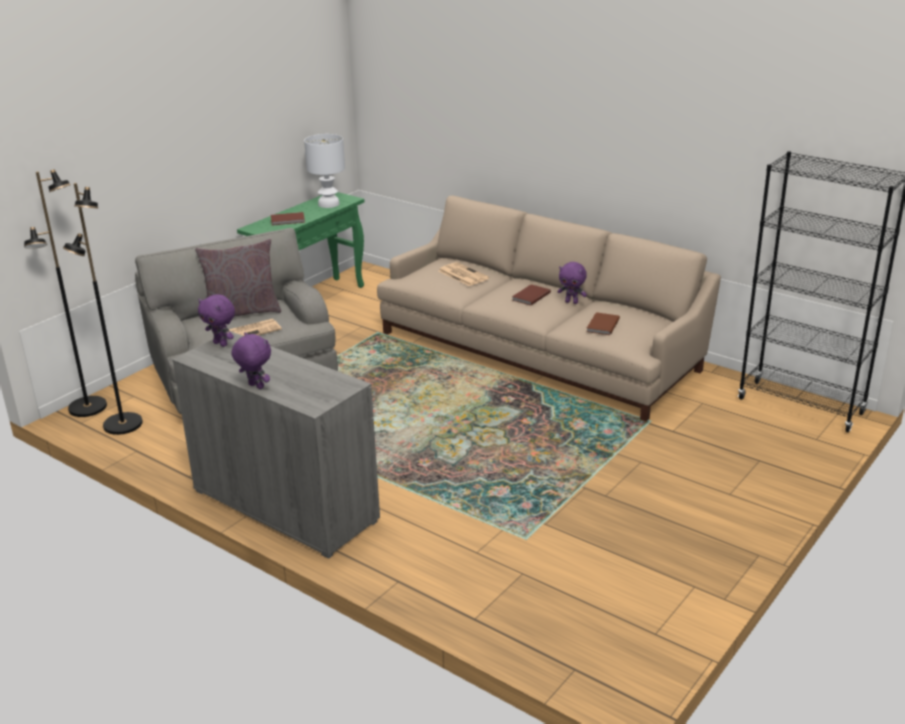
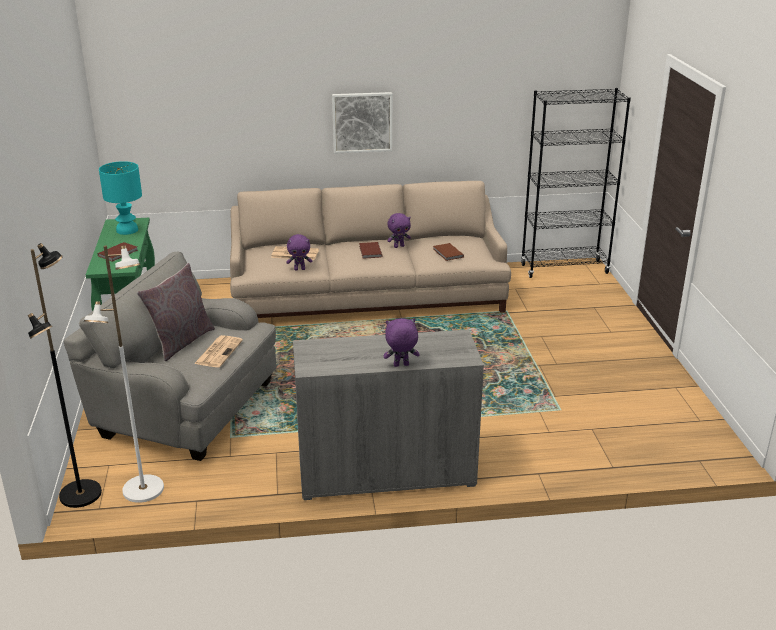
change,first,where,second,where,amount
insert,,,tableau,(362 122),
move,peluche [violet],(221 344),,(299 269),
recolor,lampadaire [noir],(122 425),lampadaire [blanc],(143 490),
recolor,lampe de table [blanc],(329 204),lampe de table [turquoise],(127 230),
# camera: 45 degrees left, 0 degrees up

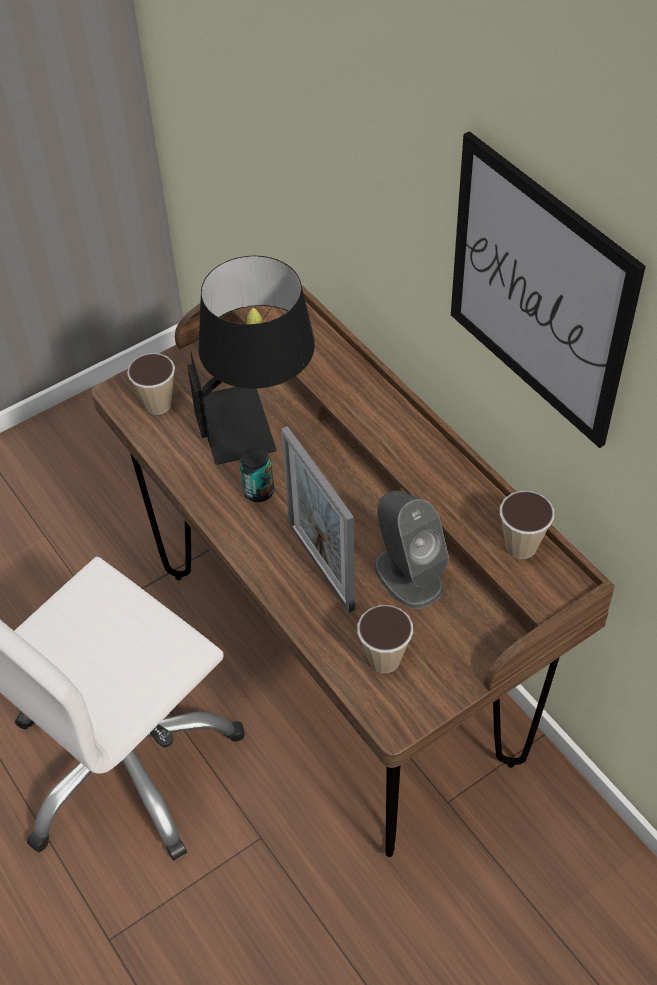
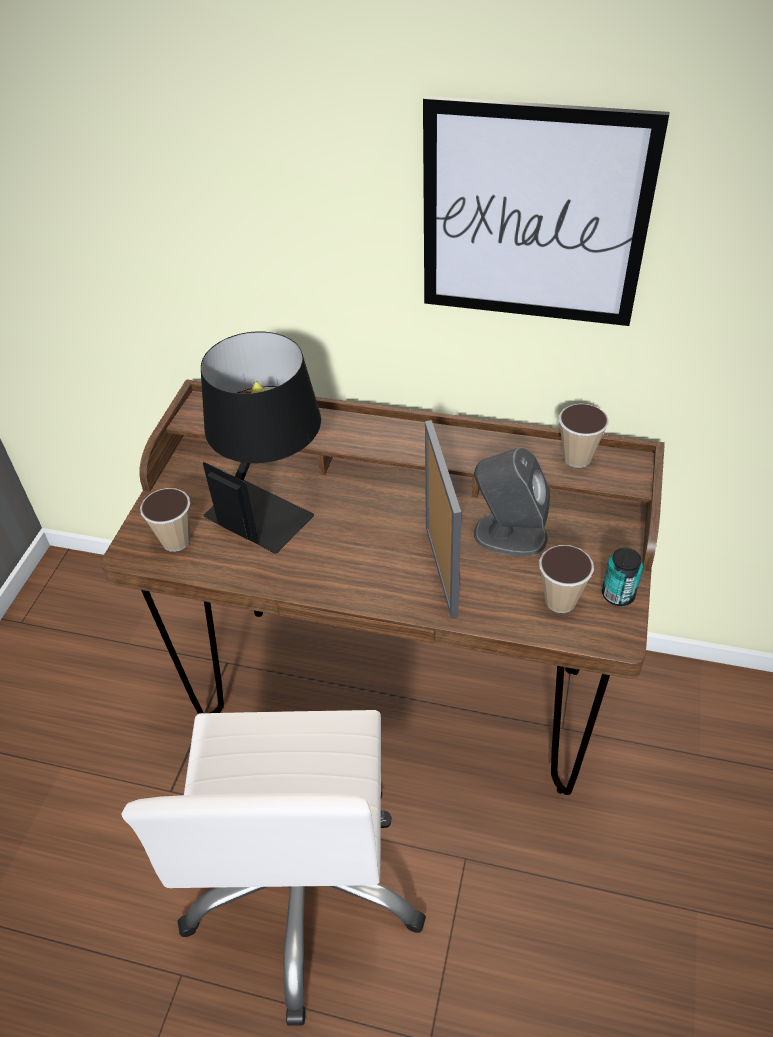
change,first,where,second,where,amount
move,boîte métallique,(258 491),,(618 595),
rotate,cadre photo,(321 566),,(441 570),120 degrees counterclockwise
# camera: 40 degrees left, 5 degrees down

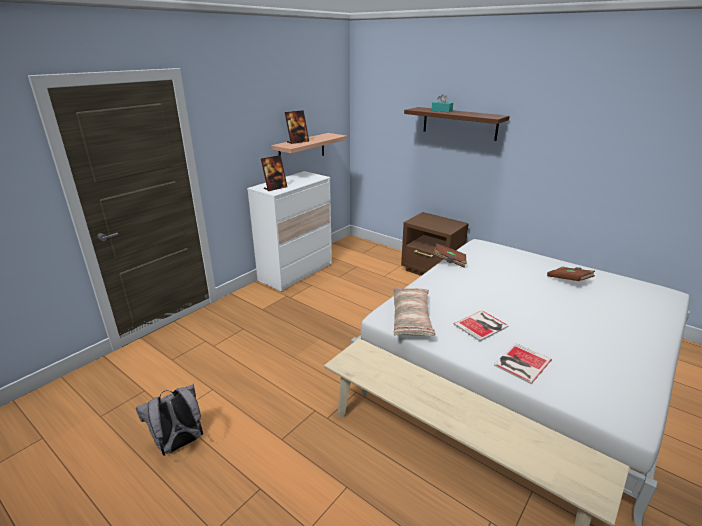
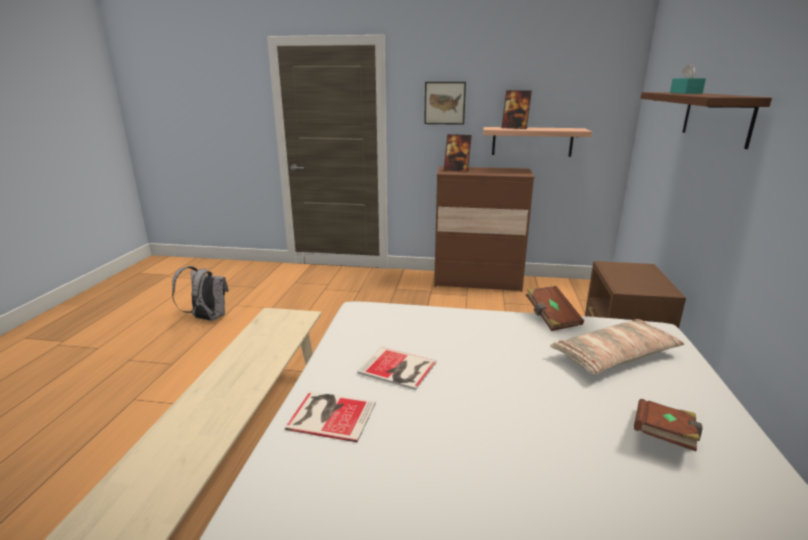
change,first,where,second,where,amount
insert,,,tableau,(444 103),
move,coussin,(411 318),,(616 357),
recolor,commode [blanc],(296 272),commode [marron],(477 281),
# camera: 60 degrees right, 5 degrees down

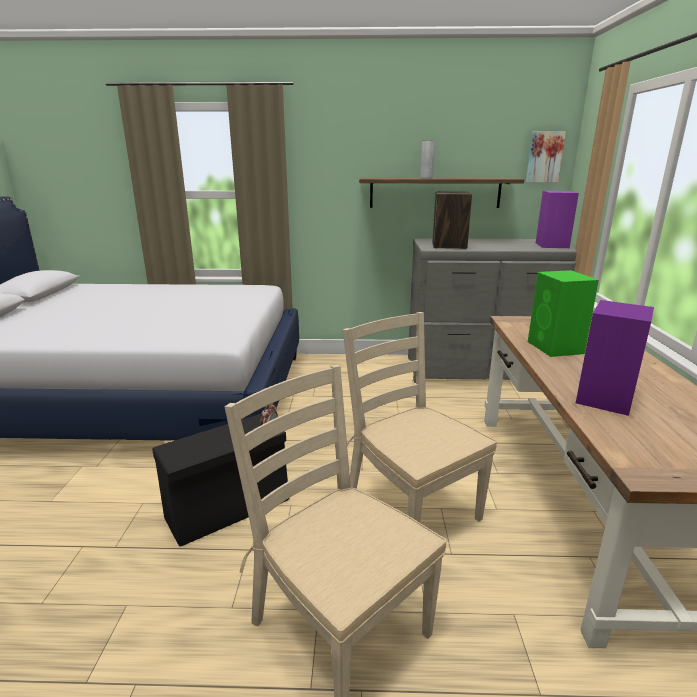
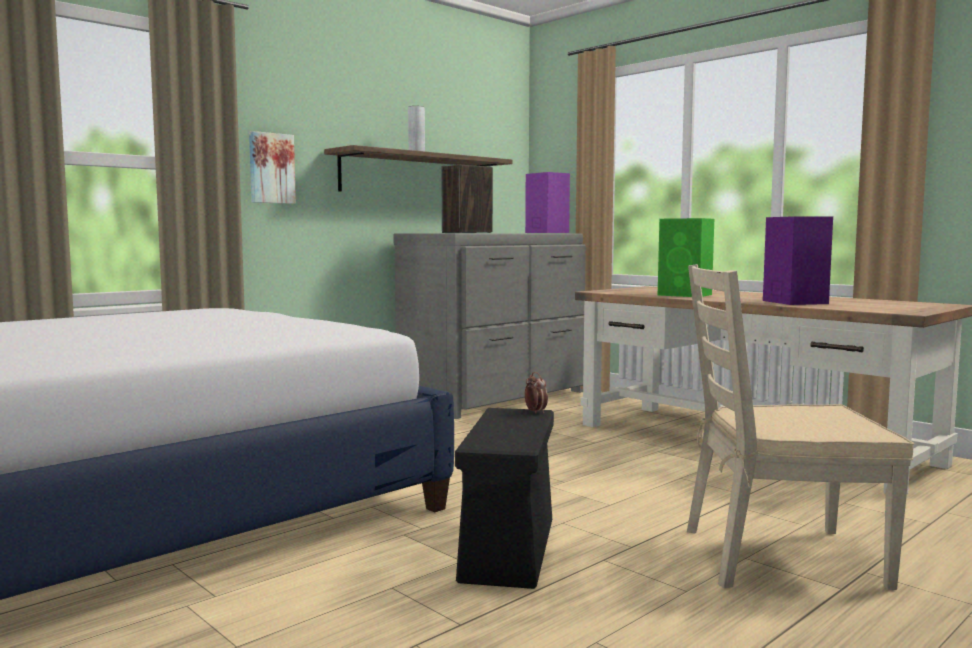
change,first,where,second,where,amount
delete,chaise [beige],(411 508),,,
move,tableau,(544 157),,(271 168),
# camera: 45 degrees left, 15 degrees down

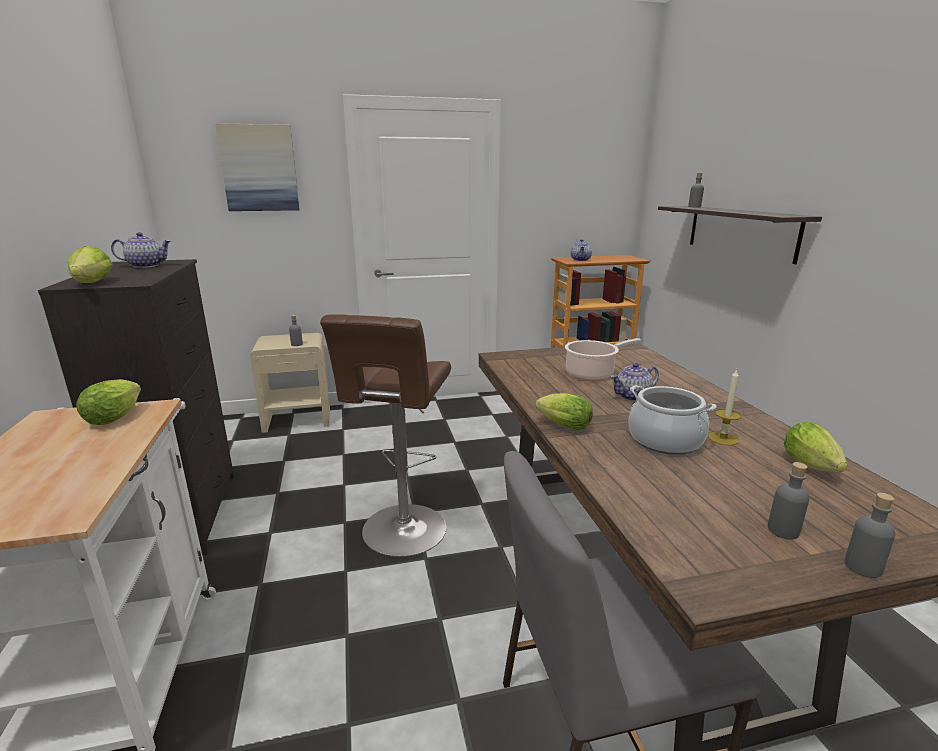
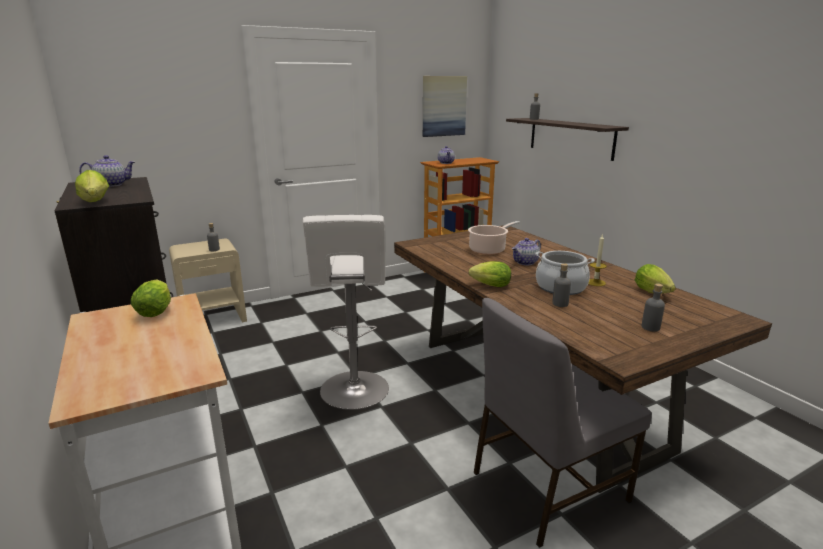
change,first,where,second,where,amount
move,tableau,(259 168),,(443 106),
move,bouteille [gris],(862 567),,(560 304),
recolor,tabouret [marron],(402 533),tabouret [blanc],(354 392),
# camera: 15 degrees left, 0 degrees up

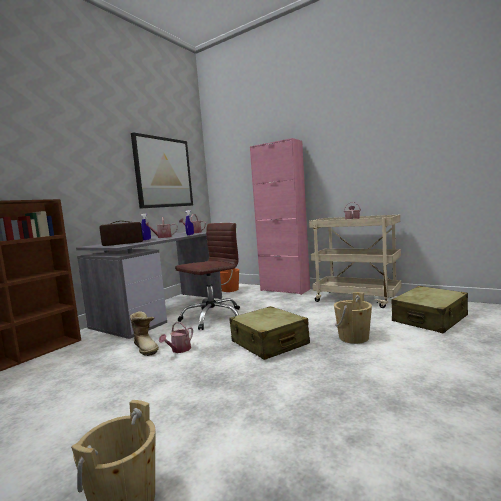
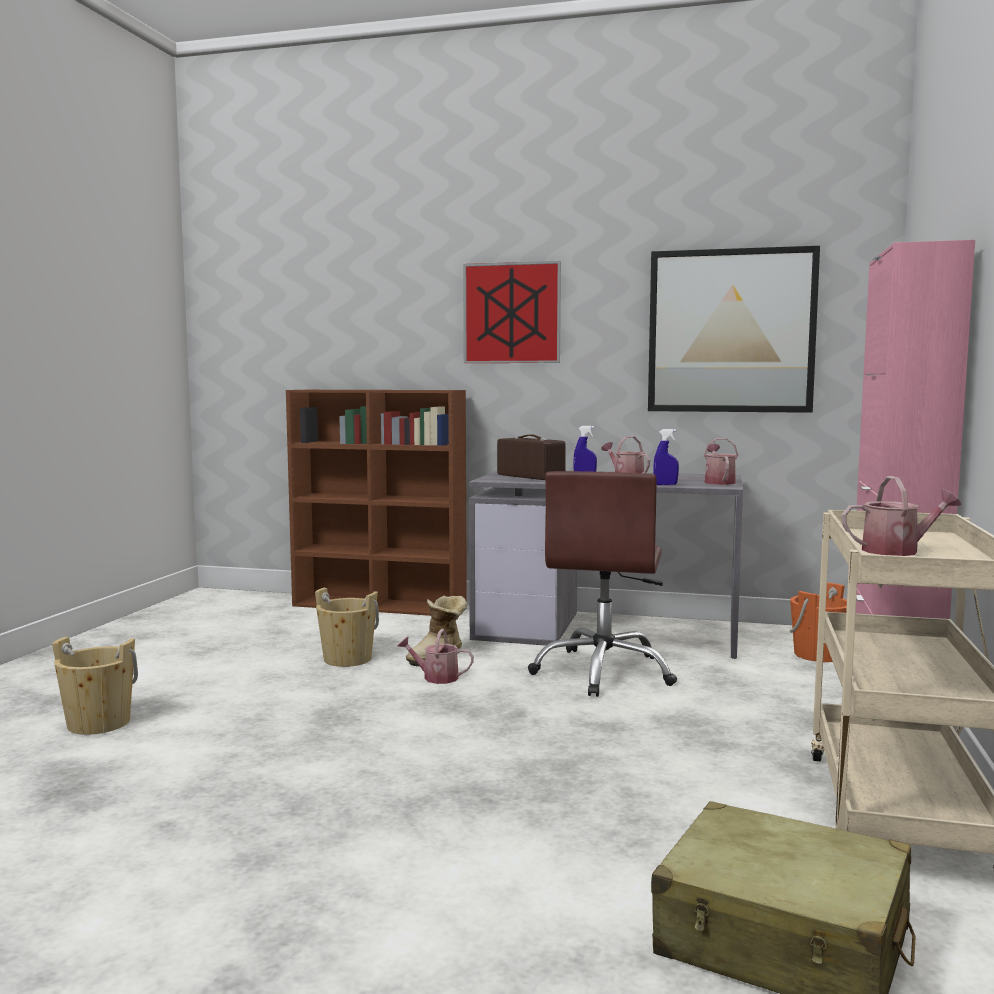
change,first,where,second,where,amount
delete,valise [beige],(269 343),,,
insert,,,tableau,(512 313),
move,seau [beige],(353 337),,(347 659),
rotate,chaise de bureau [marron],(212 317),,(604 672),75 degrees clockwise
# camera: 70 degrees right, 0 degrees up

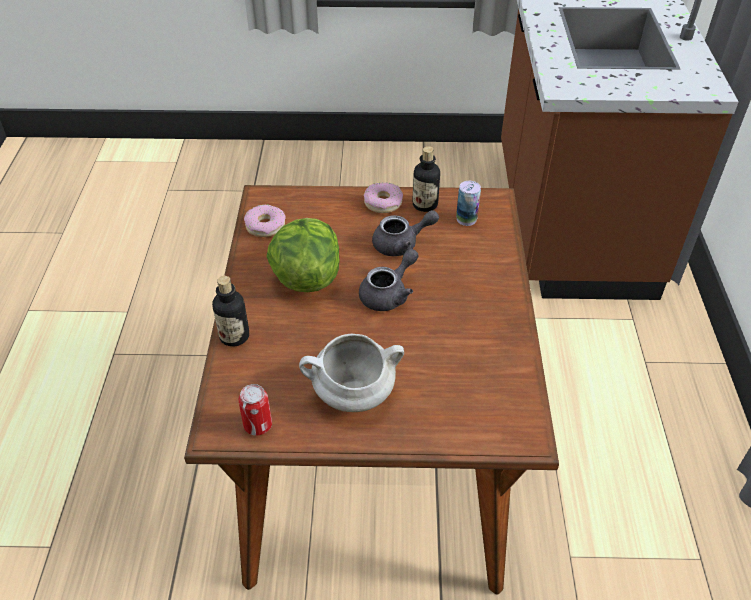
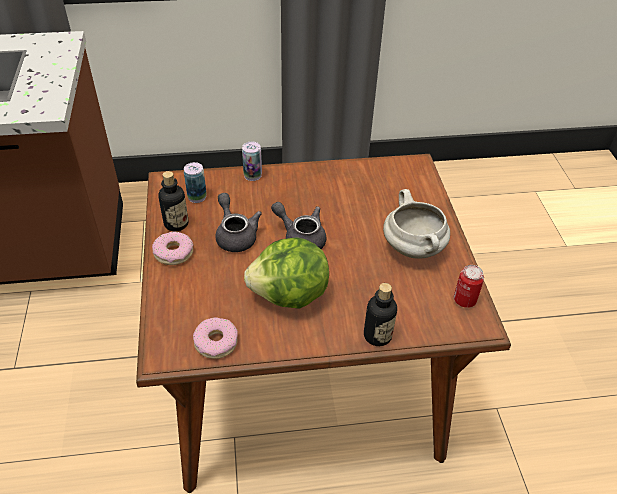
change,first,where,second,where,amount
insert,,,boîte métallique,(252 175),
# camera: 100 degrees left, 0 degrees up

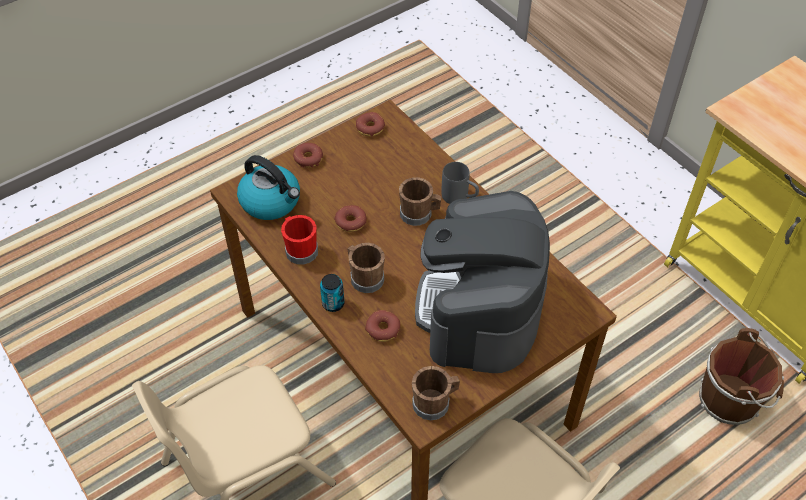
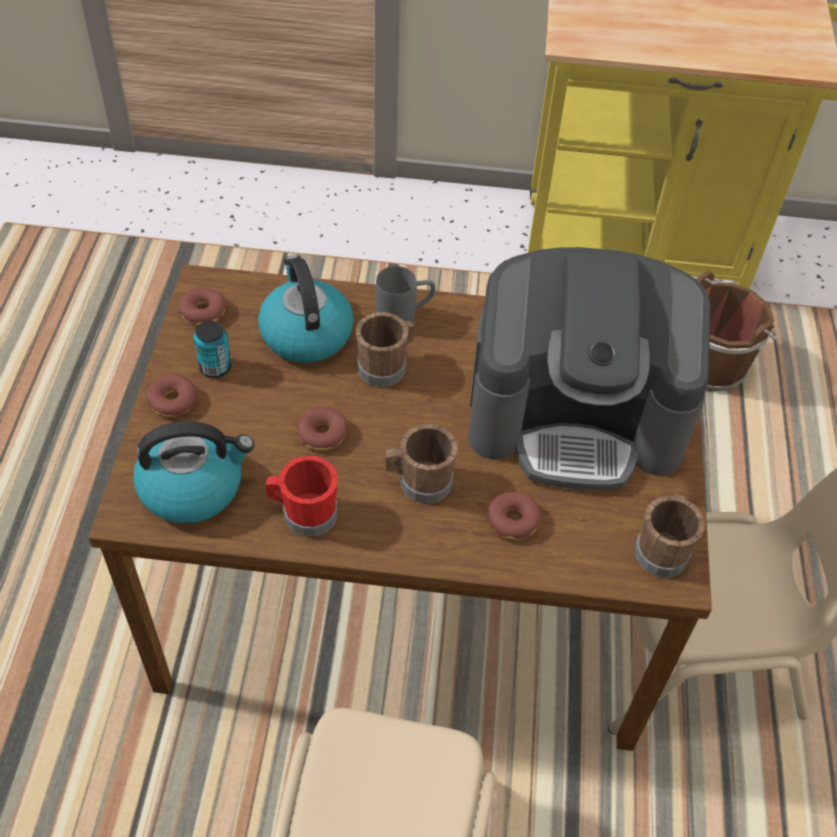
change,first,where,second,where,amount
insert,,,bouilloire,(305 333),
move,boîte métallique,(333 303),,(215 367),
rotate,machine à café,(480 309),,(576 415),45 degrees counterclockwise
# camera: 50 degrees left, 0 degrees up

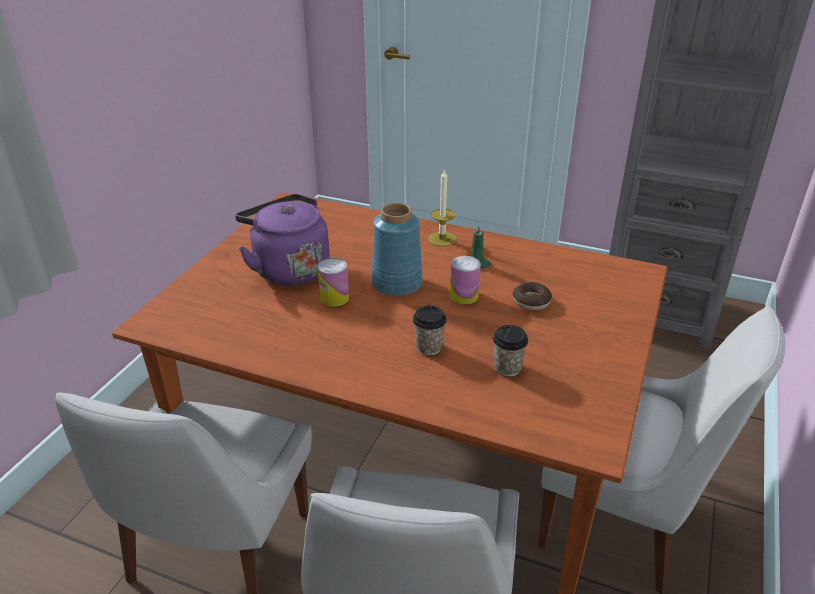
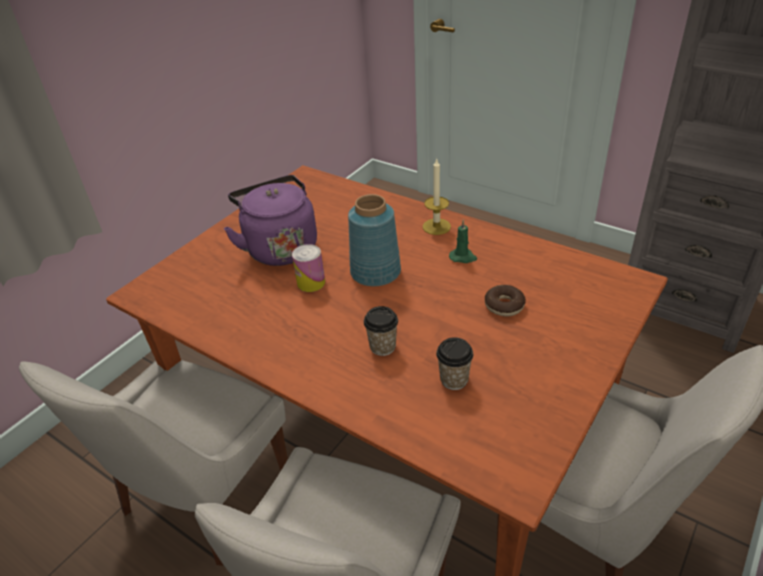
change,first,where,second,where,amount
delete,boîte métallique,(464 296),,,
# camera: 15 degrees right, 5 degrees up

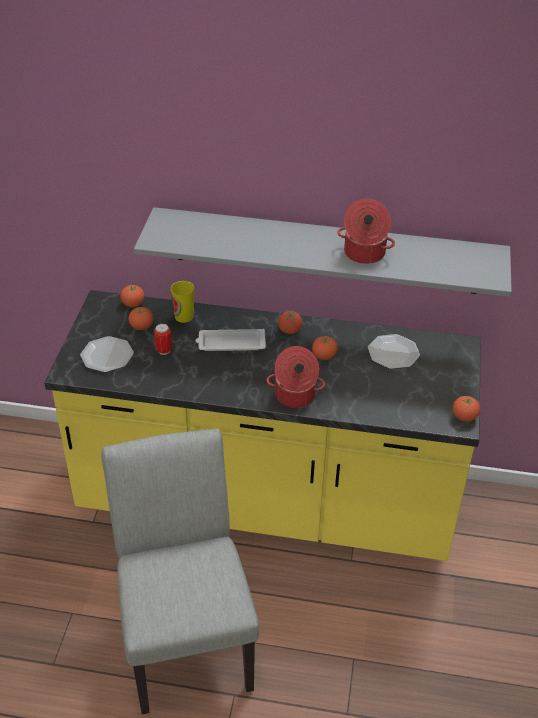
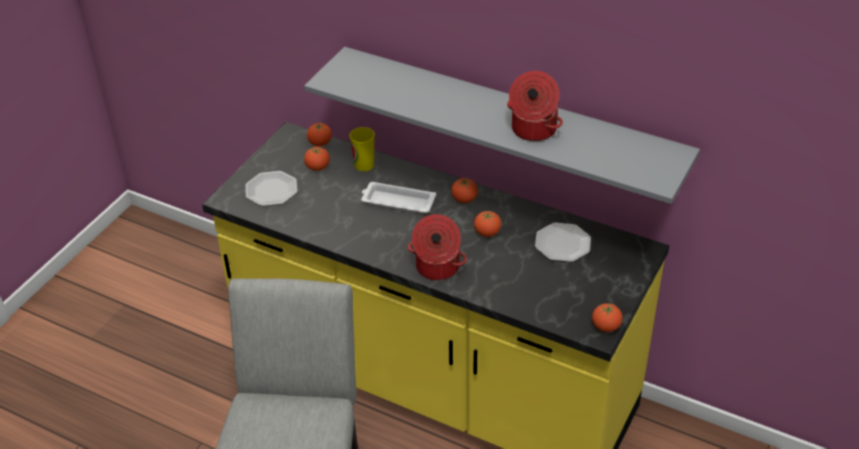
change,first,where,second,where,amount
delete,boîte métallique,(163 350),,,
# camera: 20 degrees right, 0 degrees up

